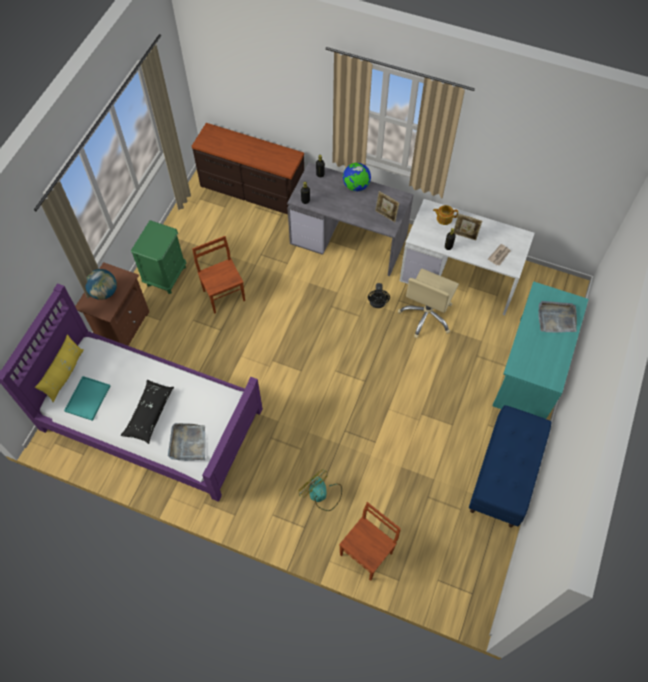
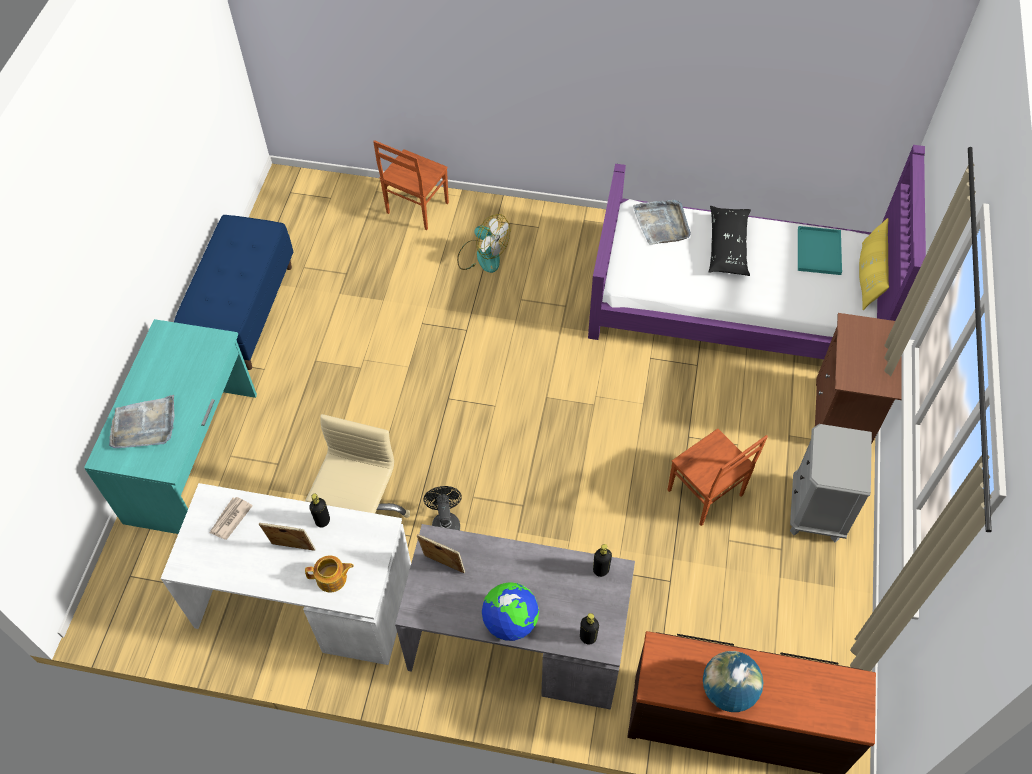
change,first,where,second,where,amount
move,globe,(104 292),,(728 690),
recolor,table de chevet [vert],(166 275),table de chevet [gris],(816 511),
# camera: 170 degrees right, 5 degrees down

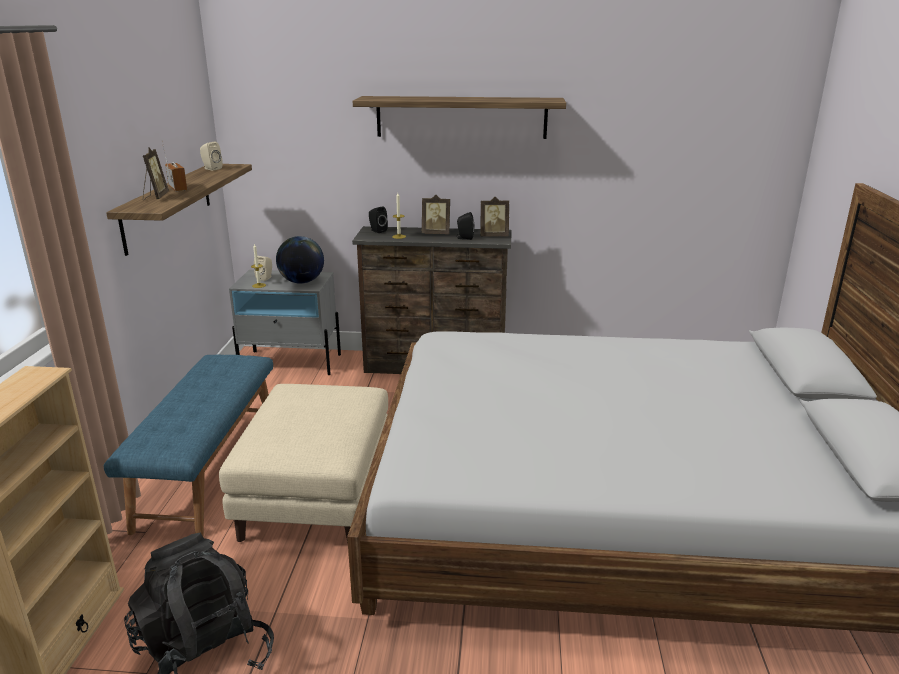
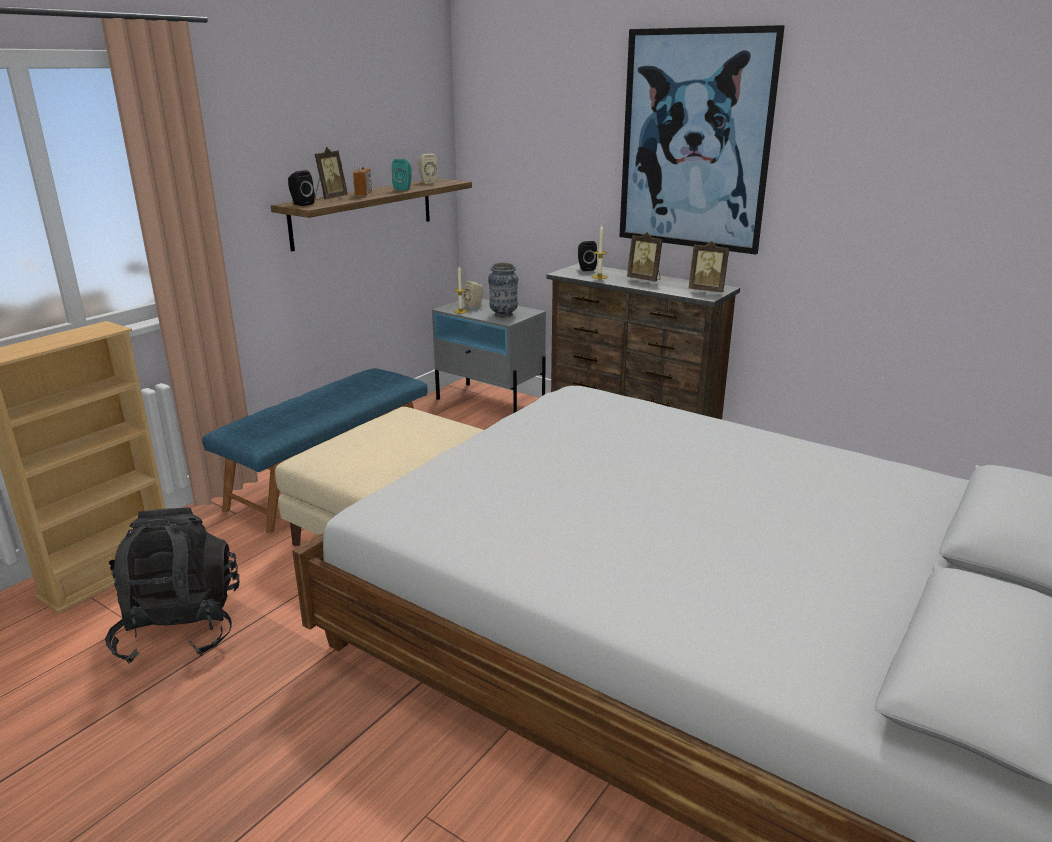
change,first,where,second,where,amount
insert,,,enceinte [turquoise],(403 189),
move,enceinte [noir],(464 238),,(301 204),
replace,globe,(301 282),vase,(503 315),
replace,étagère,(461 117),tableau,(695 141),
# camera: 30 degrees right, 0 degrees up

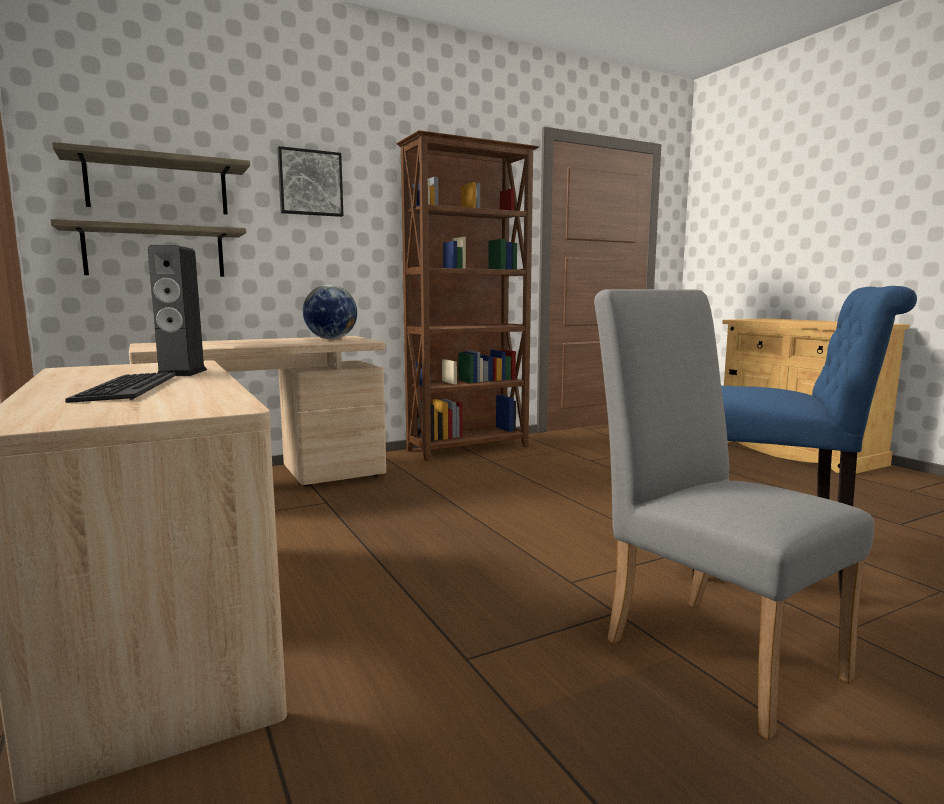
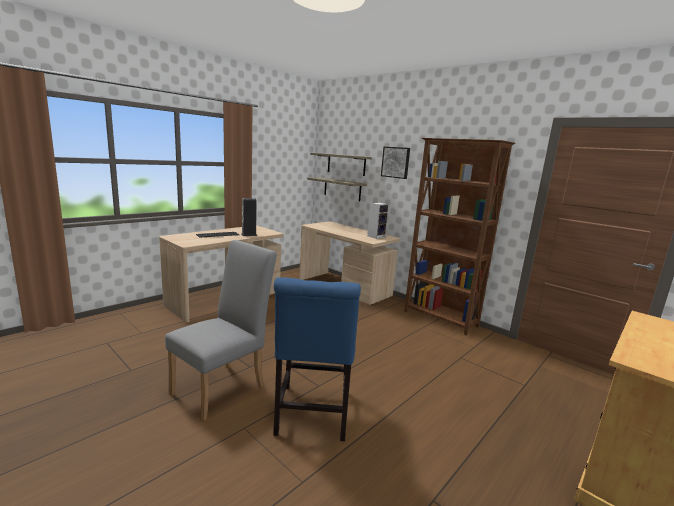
change,first,where,second,where,amount
replace,globe,(331 339),enceinte,(376 236),
# camera: 70 degrees right, 5 degrees up

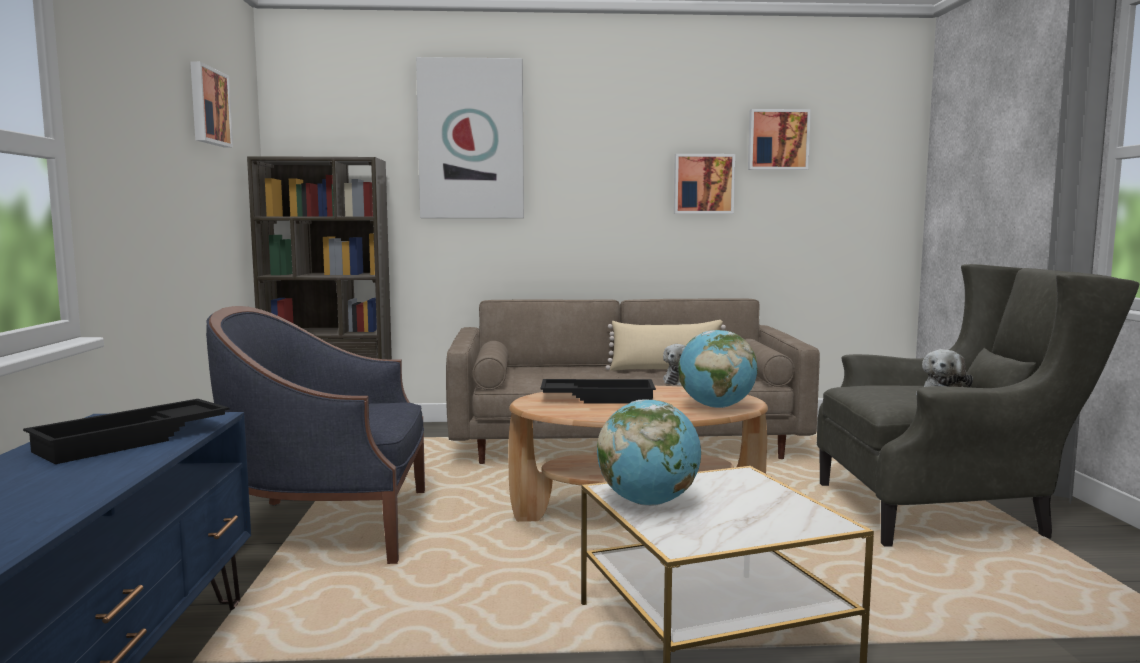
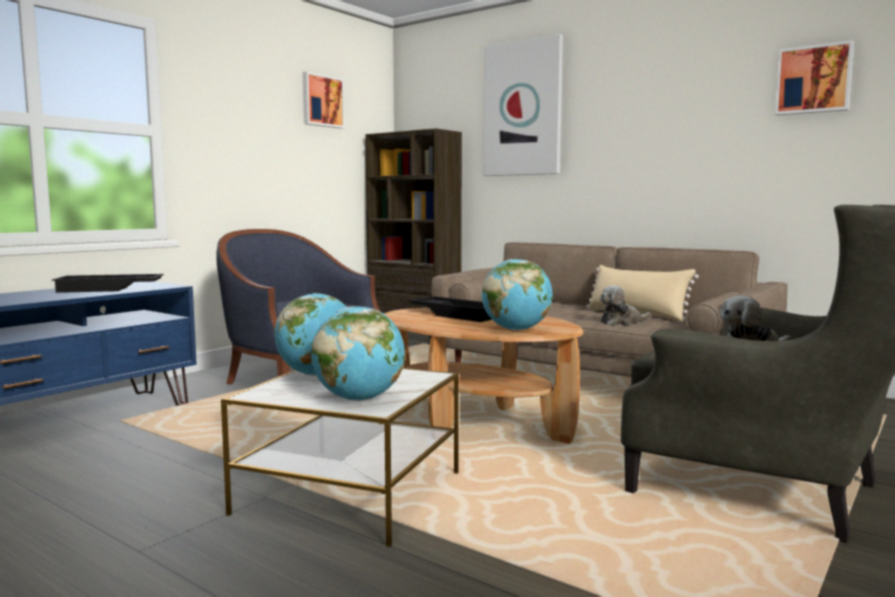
change,first,where,second,where,amount
delete,tableau,(703 184),,,
insert,,,globe,(359 399),
# camera: 40 degrees right, 0 degrees up

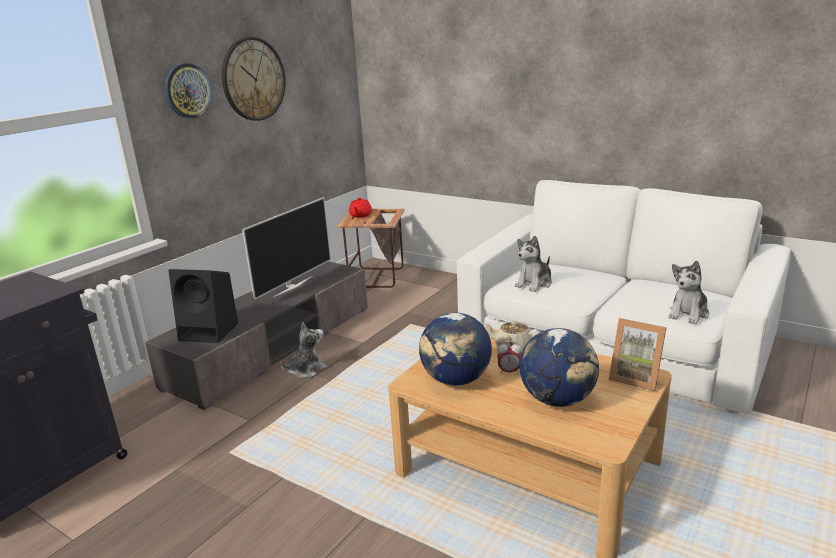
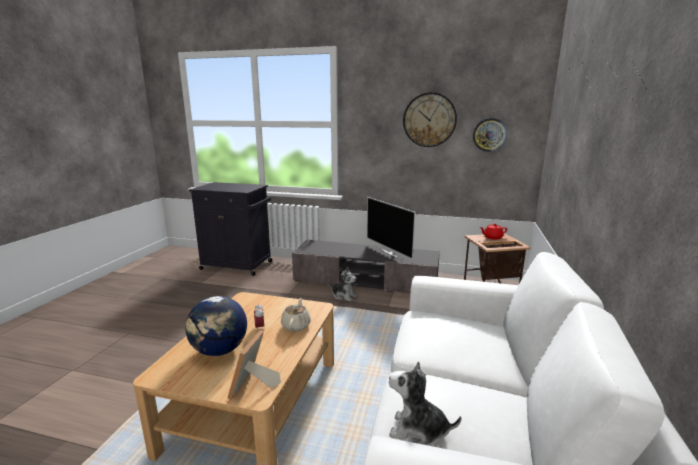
change,first,where,second,where,amount
delete,enceinte [noir],(210 331),,,
delete,globe,(456 380),,,
delete,peluche,(534 283),,,
move,horloge murale,(187 91),,(489 135),
rotate,téléviseur,(292 286),,(390 253),45 degrees clockwise
# camera: 70 degrees right, 5 degrees down

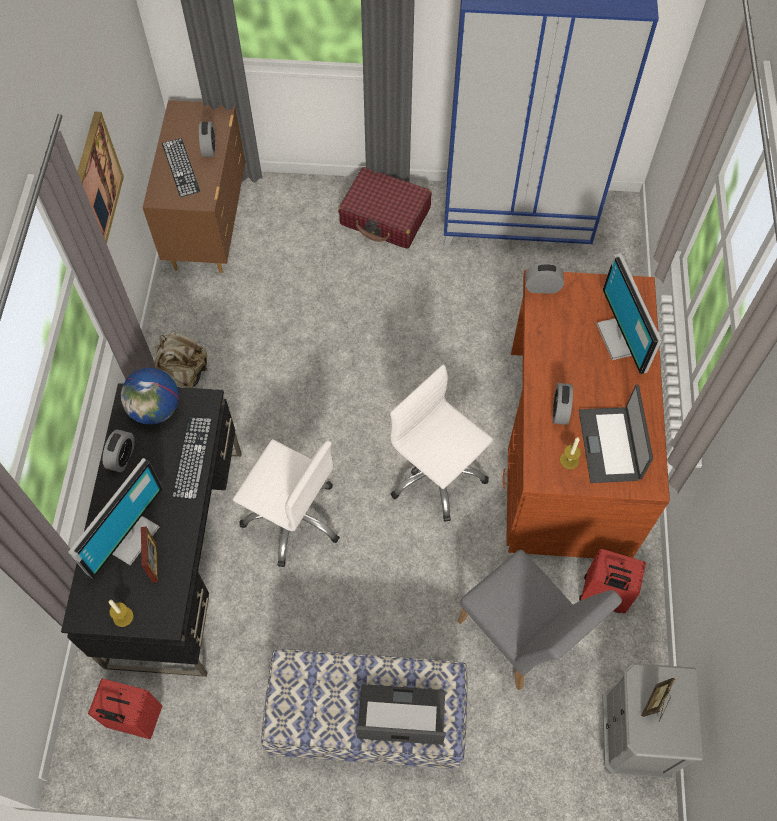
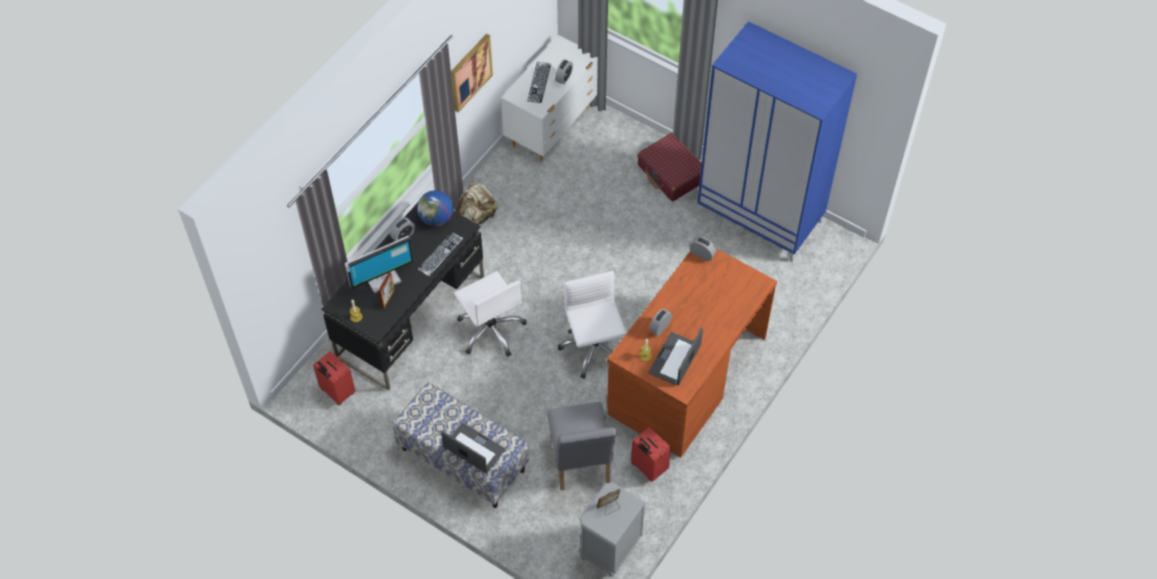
change,first,where,second,where,amount
delete,écran d'ordinateur,(621 338),,,
recolor,commode [marron],(209 225),commode [blanc],(552 126),
# camera: 30 degrees right, 5 degrees down

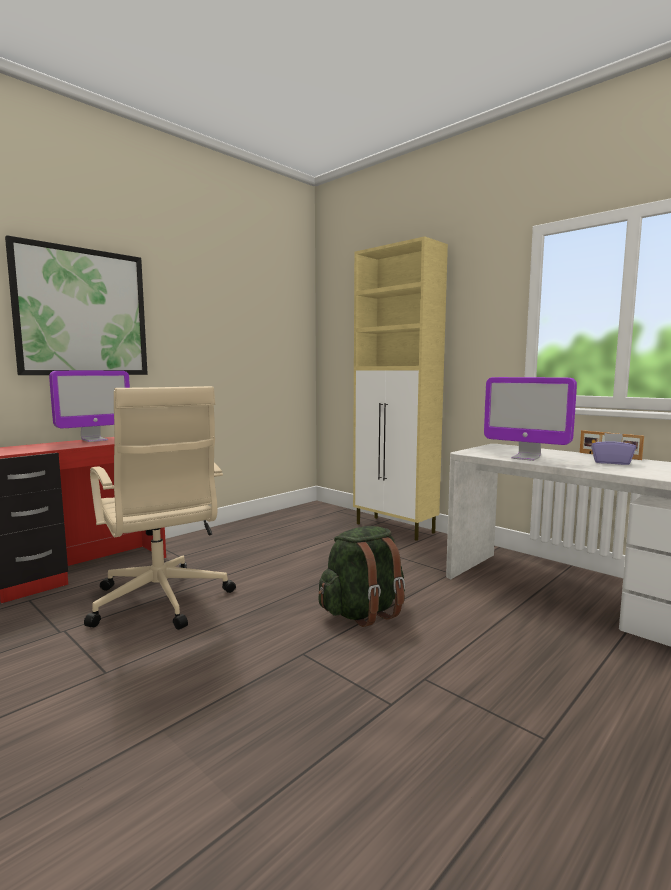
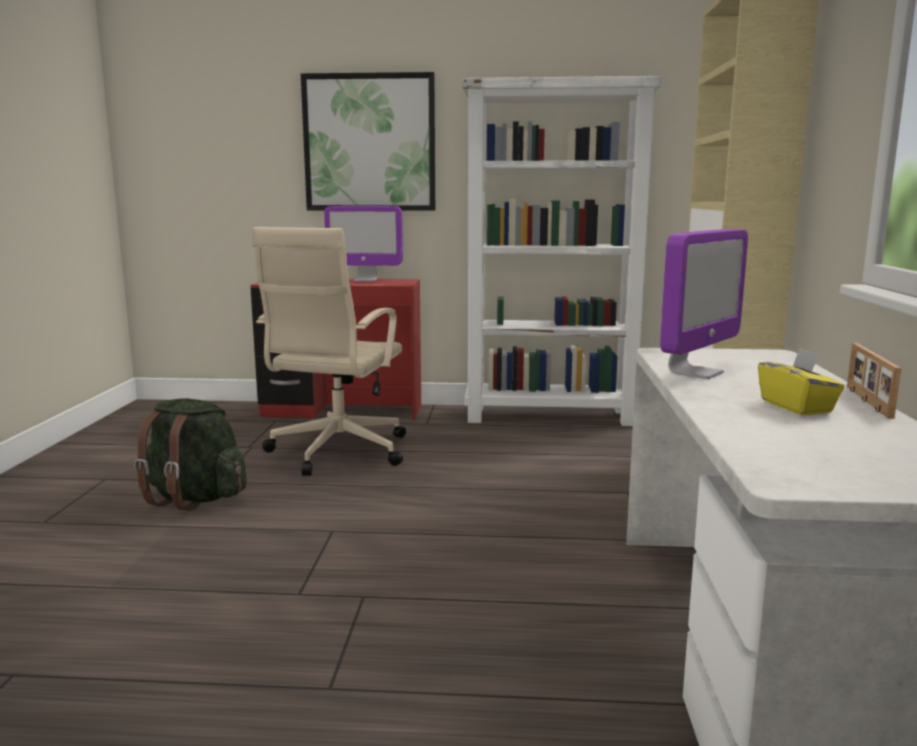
change,first,where,second,where,amount
insert,,,bibliothèque [blanc],(551 416),
move,sac à dos [vert],(363 612),,(194 498),
recolor,boîte à mouchoirs [violet],(611 462),boîte à mouchoirs [jaune],(797 407),
rotate,écran d'ordinateur,(526 458),,(695 373),135 degrees counterclockwise
# camera: 50 degrees right, 5 degrees up

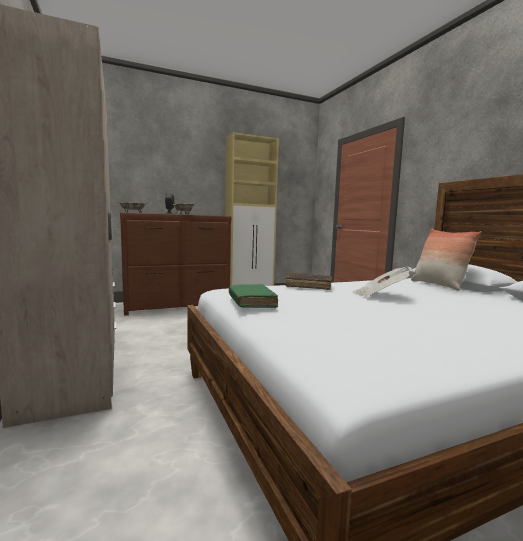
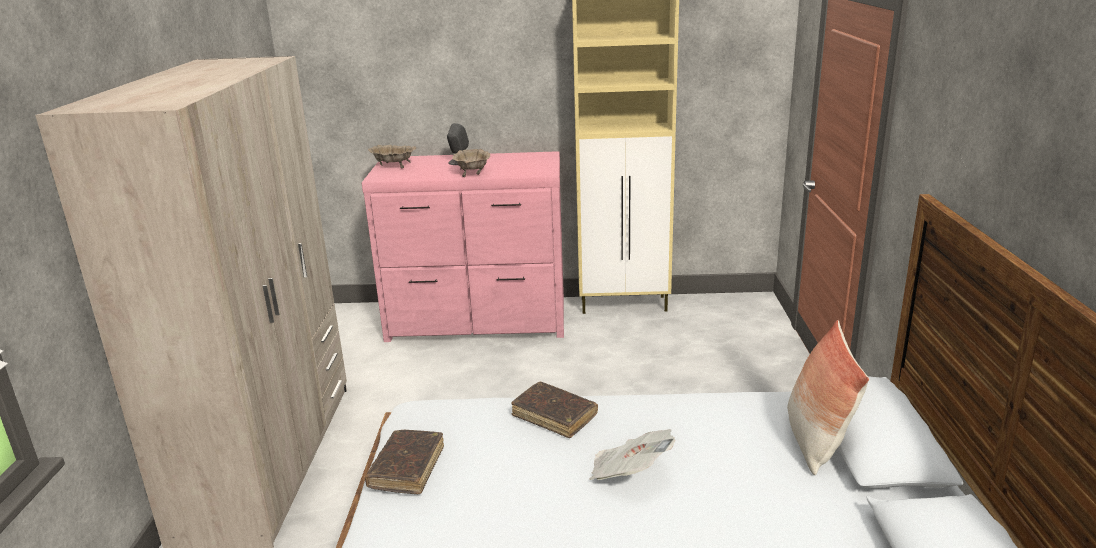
change,first,where,second,where,amount
recolor,commode [marron],(176 305),commode [rose],(478 321),
recolor,livre [vert],(251 302),livre [marron],(407 468),
# camera: 25 degrees right, 15 degrees up

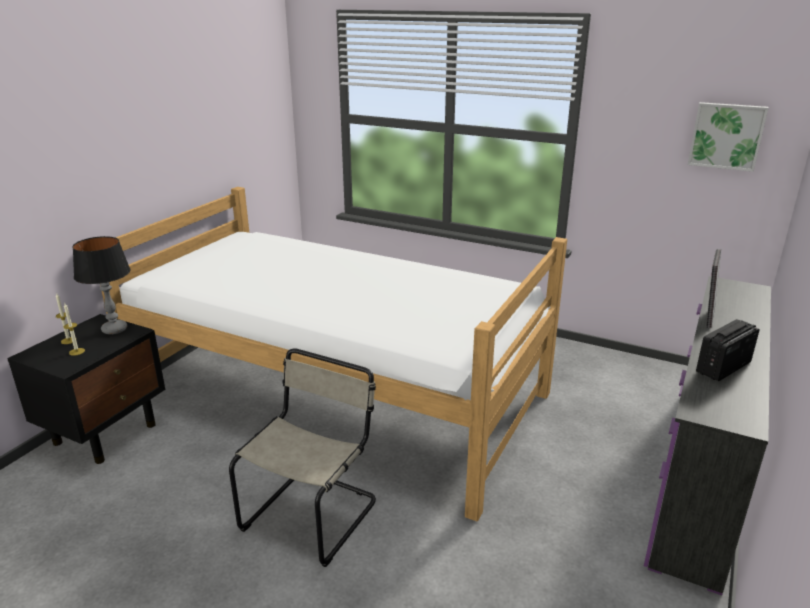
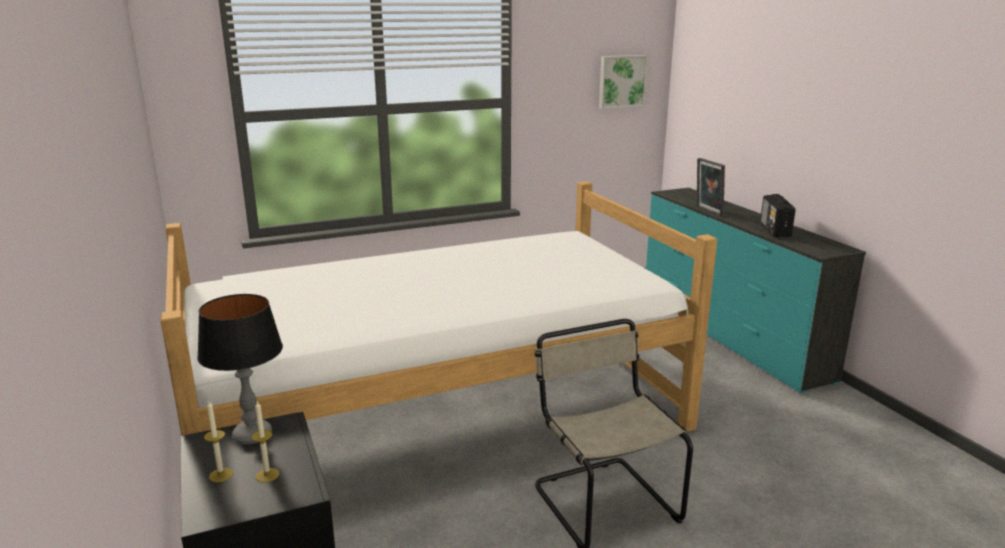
change,first,where,second,where,amount
recolor,commode [violet],(697 474),commode [turquoise],(729 334),
# camera: 50 degrees left, 5 degrees down

